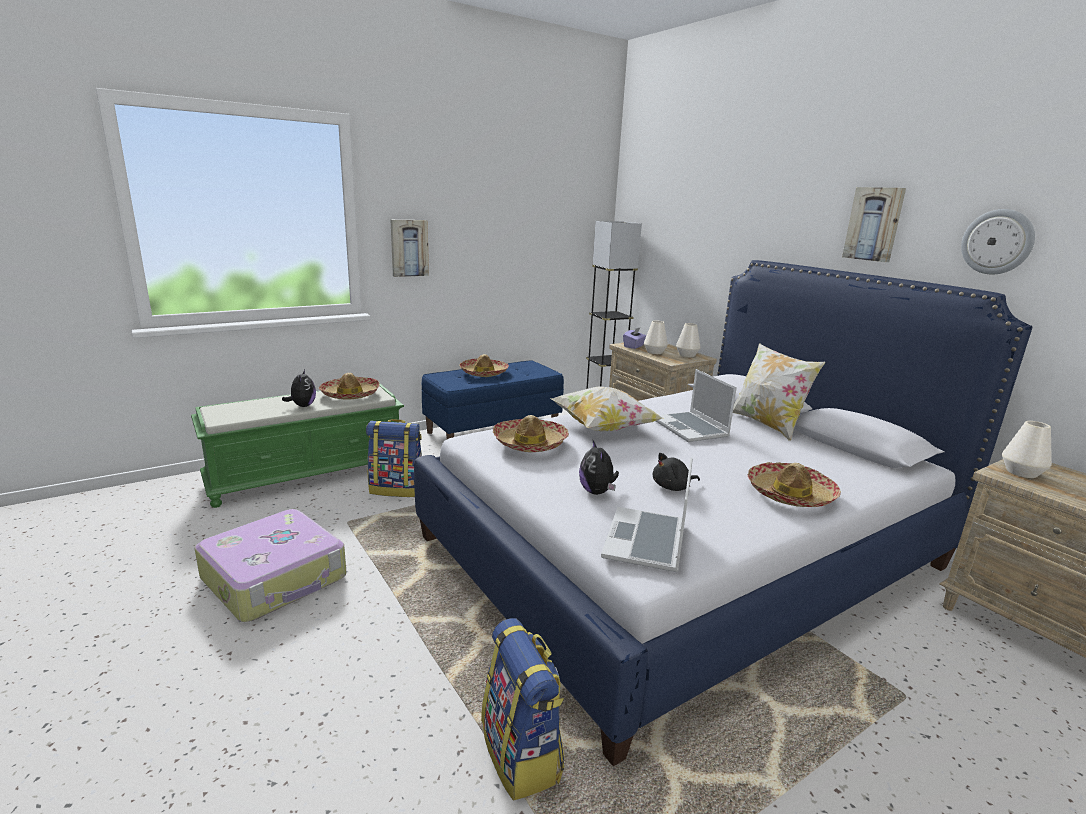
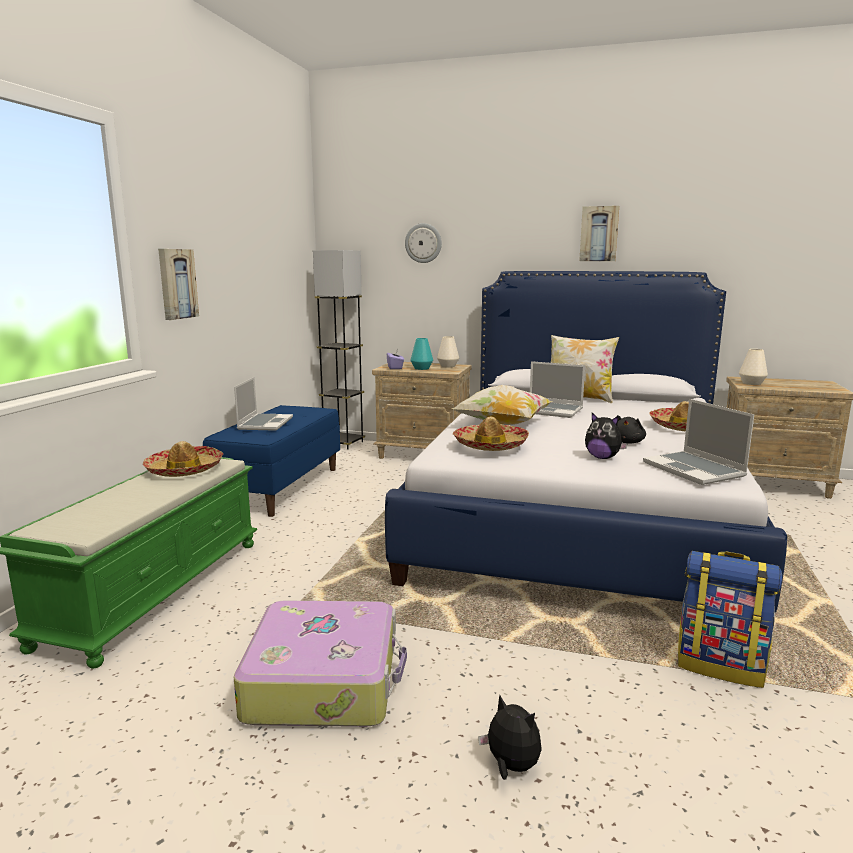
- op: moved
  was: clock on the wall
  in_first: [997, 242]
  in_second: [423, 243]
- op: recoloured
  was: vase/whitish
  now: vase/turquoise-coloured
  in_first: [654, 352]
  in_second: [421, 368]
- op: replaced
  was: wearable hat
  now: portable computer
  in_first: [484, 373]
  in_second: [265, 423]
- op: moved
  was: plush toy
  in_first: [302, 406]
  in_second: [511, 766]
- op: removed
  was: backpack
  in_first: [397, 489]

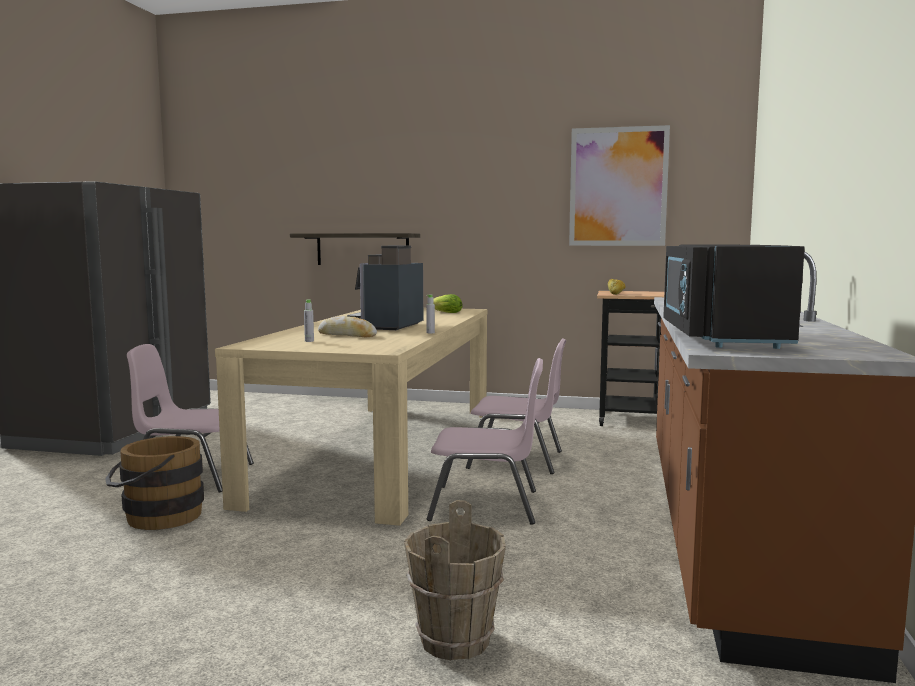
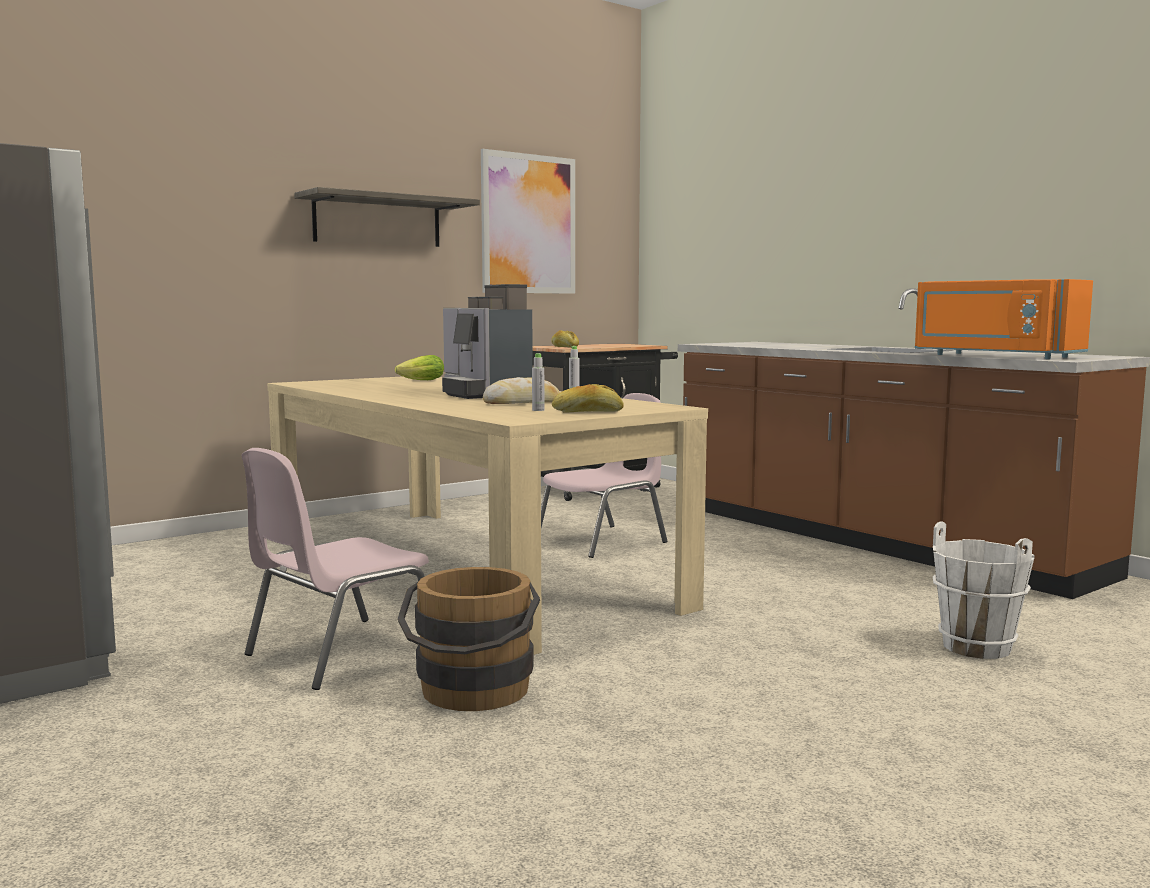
- op: moved
  was: shelf
  in_first: [362, 249]
  in_second: [377, 221]
- op: recoloured
  was: microwave oven/black-coloured
  now: microwave oven/orange
  in_first: [719, 337]
  in_second: [994, 356]
- op: removed
  was: plain chair/pinkish
  in_first: [486, 505]
- op: recoloured
  was: water bucket/brownish
  now: water bucket/whitish
  in_first: [456, 640]
  in_second: [976, 647]
- op: added
  now: baked bread
  in_second: [587, 412]

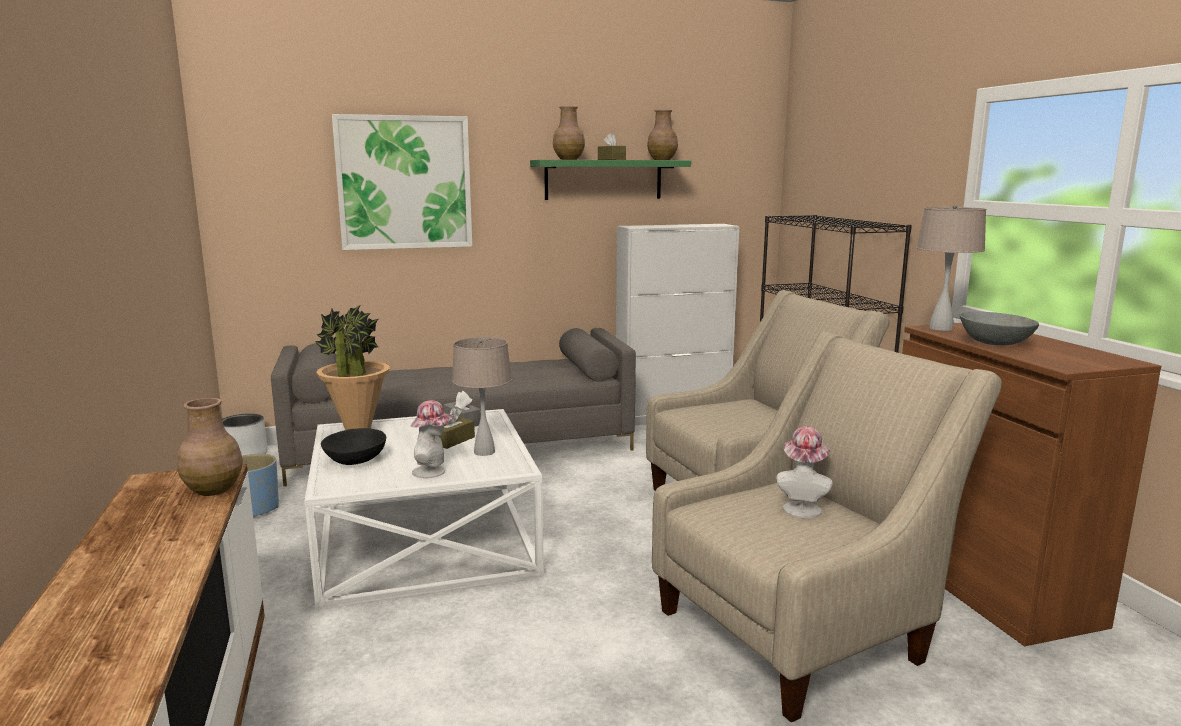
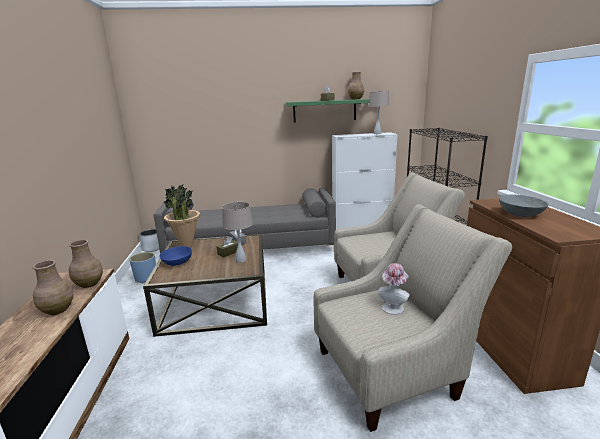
- op: moved
  was: vase/brownish
  in_first: [568, 159]
  in_second: [58, 310]
- op: removed
  was: wall art
  in_first: [404, 183]
- op: moved
  was: lamp for a table/beige-coloured
  in_first: [940, 328]
  in_second: [377, 133]
- op: removed
  was: wearable hat
  in_first: [433, 471]
- op: recoloured
  was: low table/whitish
  now: low table/brownish
  in_first: [425, 540]
  in_second: [217, 300]
- op: recoloured
  was: deep dish/black-coloured
  now: deep dish/blue-coloured
  in_first: [355, 460]
  in_second: [177, 262]

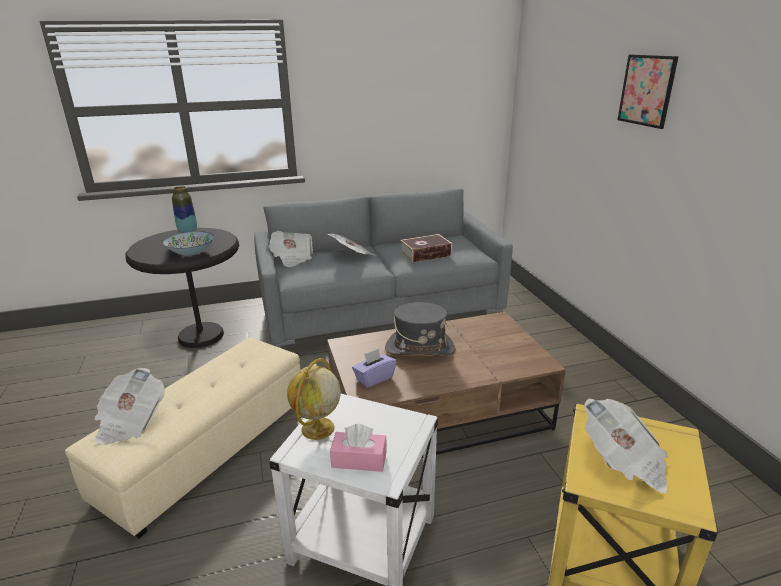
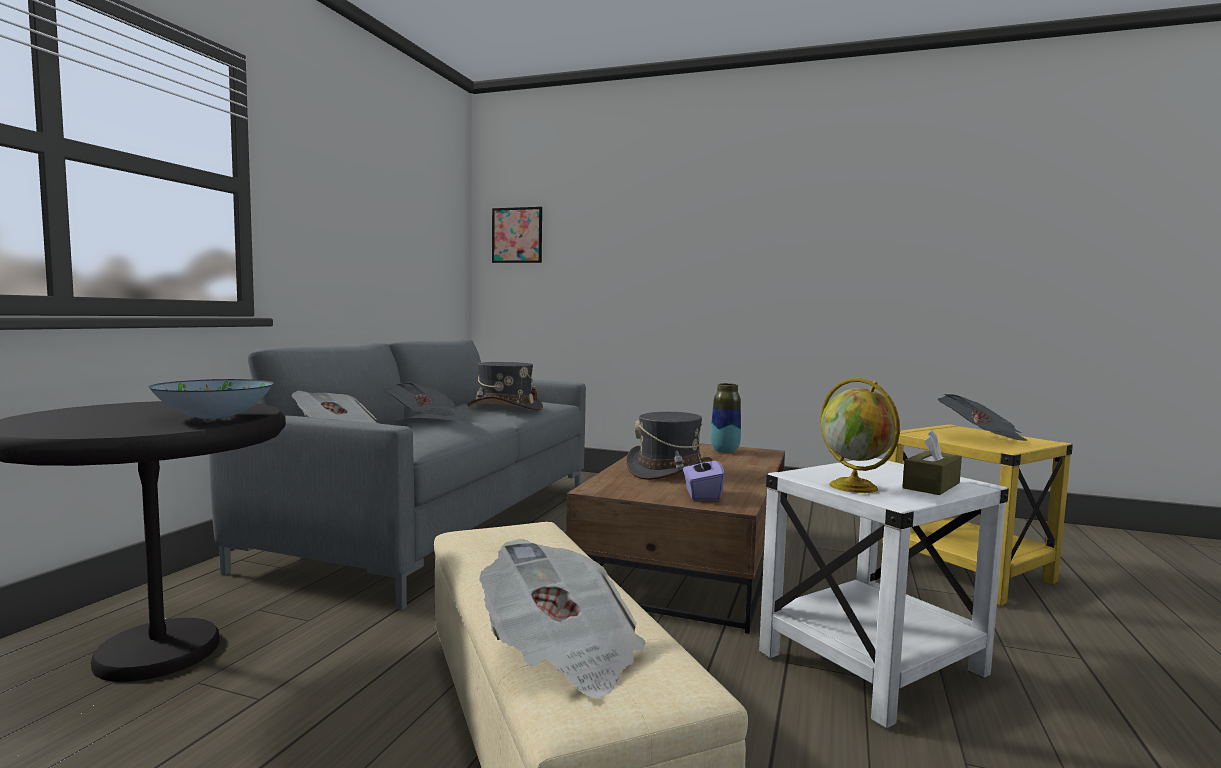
- op: moved
  was: wall art
  in_first: [646, 90]
  in_second: [517, 235]
- op: moved
  was: vase
  in_first: [188, 232]
  in_second: [725, 451]
- op: replaced
  was: bound book
  now: wearable hat/greyish
  in_first: [425, 254]
  in_second: [505, 408]
- op: recoloured
  was: box of tissues/pinkish
  now: box of tissues/brownish
  in_first: [359, 460]
  in_second: [931, 485]

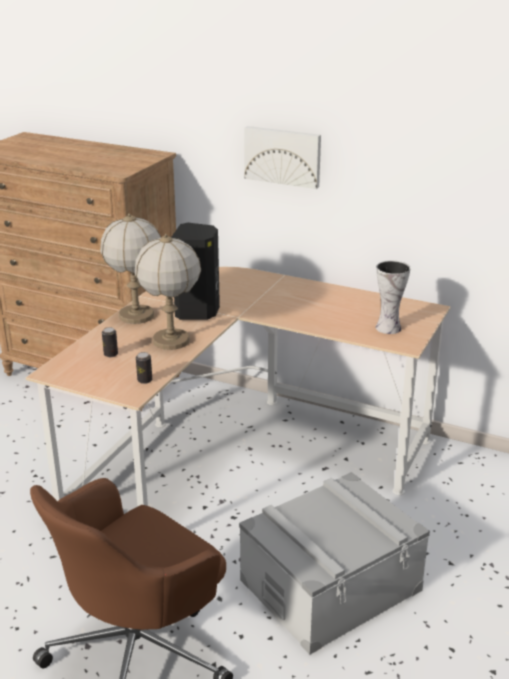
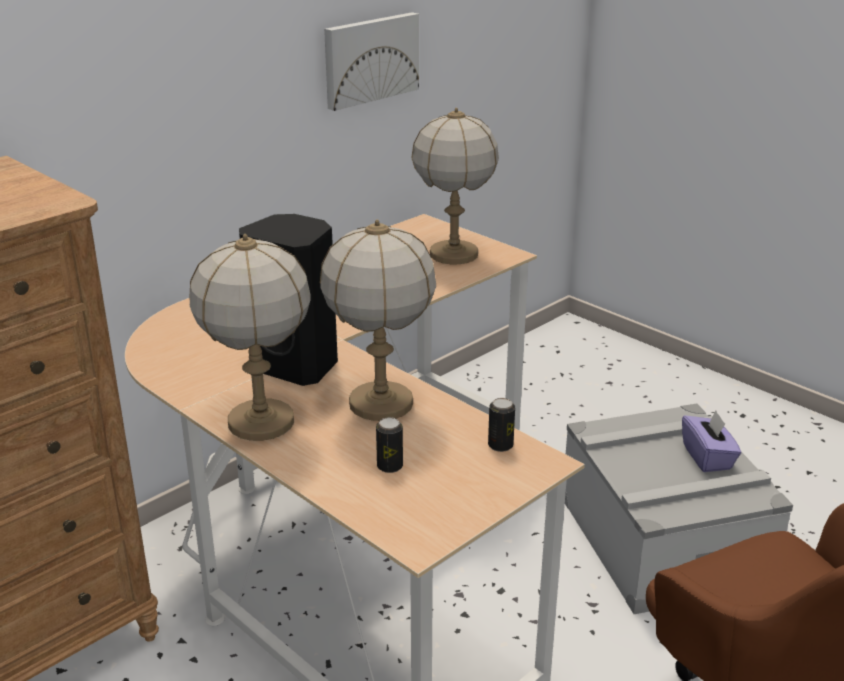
- op: moved
  was: wall art
  in_first: [283, 156]
  in_second: [370, 59]
- op: replaced
  was: vase
  now: lamp for a table
  in_first: [387, 327]
  in_second: [453, 254]
- op: added
  now: box of tissues/purplish
  in_second: [707, 457]

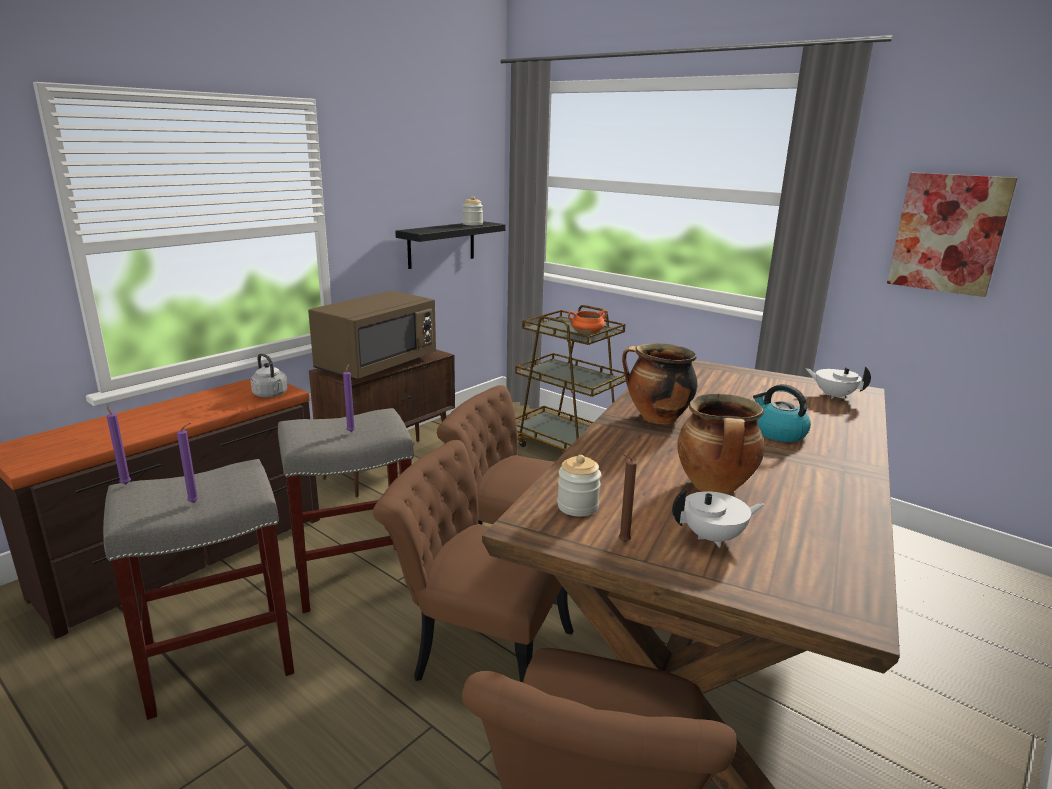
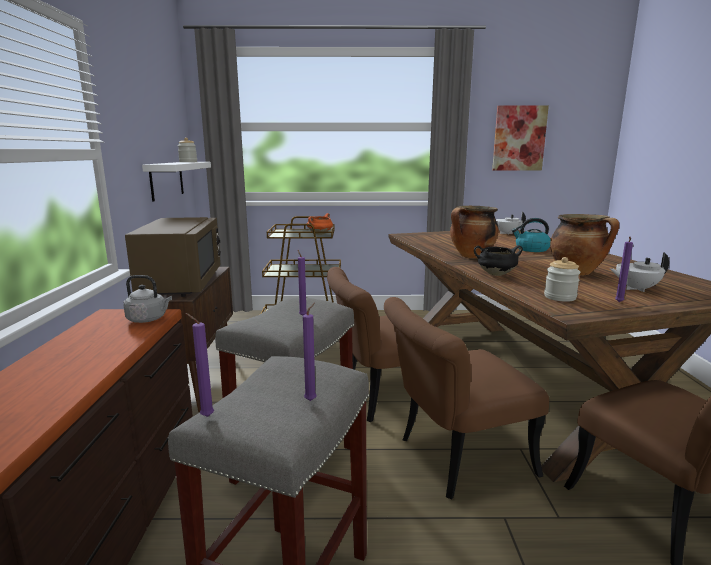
- op: recoloured
  was: shelf/black-coloured
  now: shelf/whitish
  in_first: [441, 244]
  in_second: [166, 180]
- op: recoloured
  was: candle/brownish
  now: candle/purplish
  in_first: [622, 542]
  in_second: [618, 302]
- op: turned
  was: pot for tea/whitish
  in_first: [713, 538]
  in_second: [635, 289]
  clockwise: -135
- op: added
  now: cooking pot/black-coloured
  in_second: [495, 274]

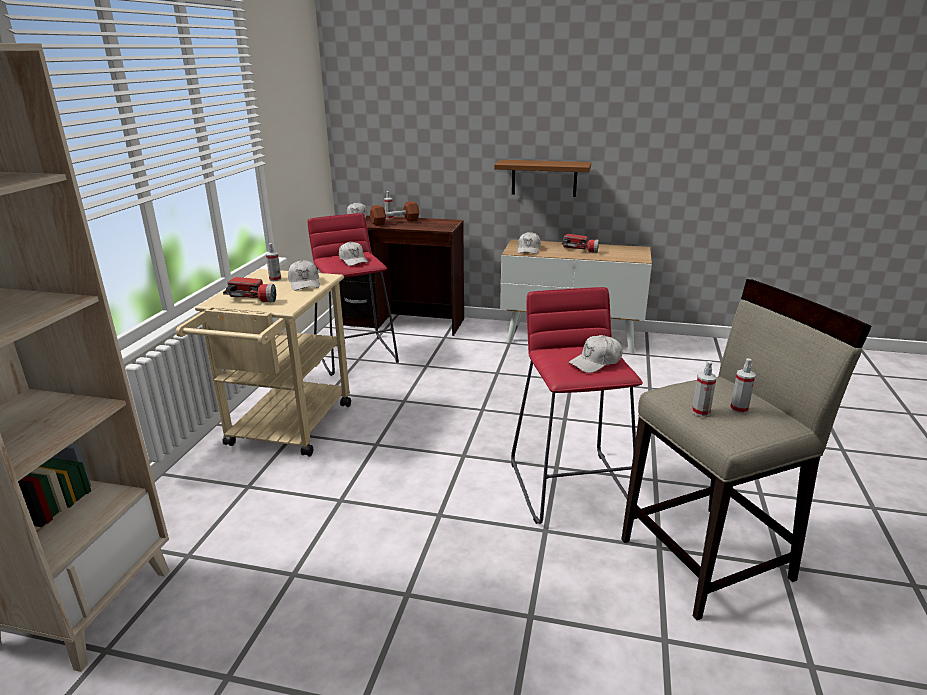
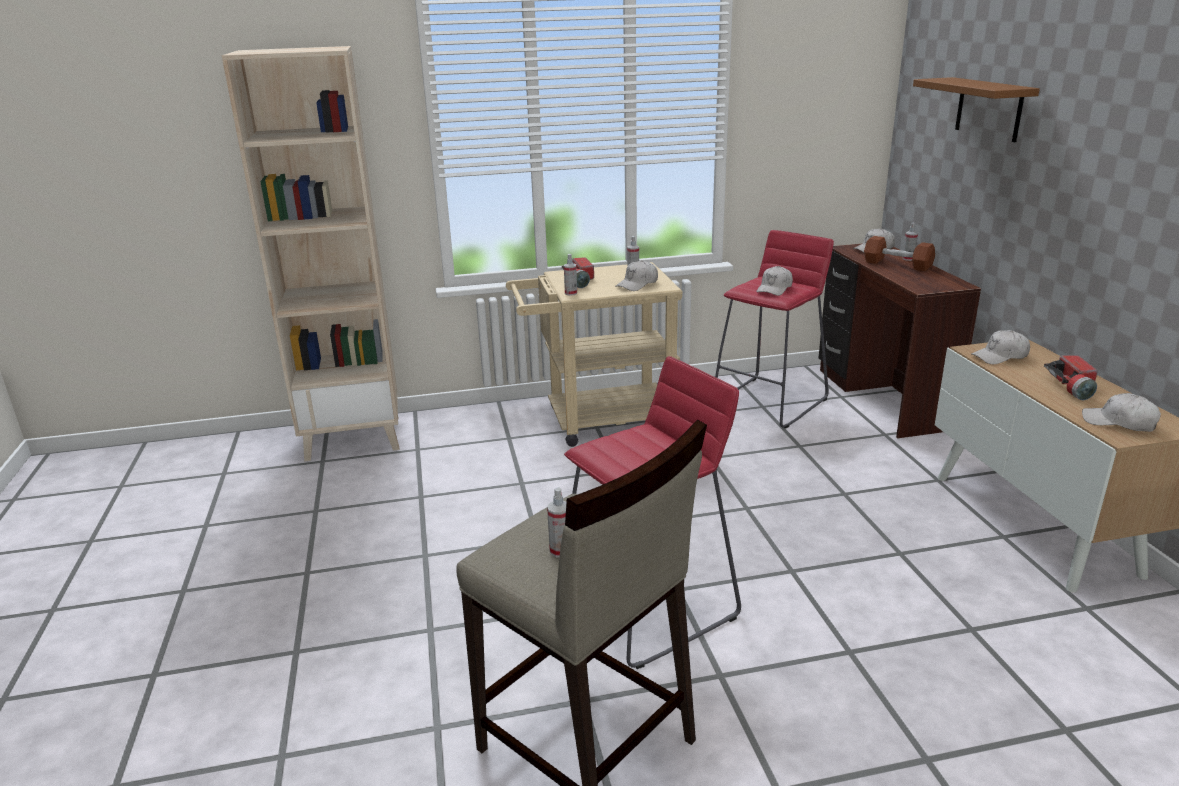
- op: moved
  was: shelf/brownish
  in_first: [544, 178]
  in_second: [989, 109]
- op: moved
  was: peaked cap/whitish
  in_first: [596, 362]
  in_second: [1119, 423]
- op: moved
  was: spray bottle
  in_first: [701, 412]
  in_second: [571, 293]

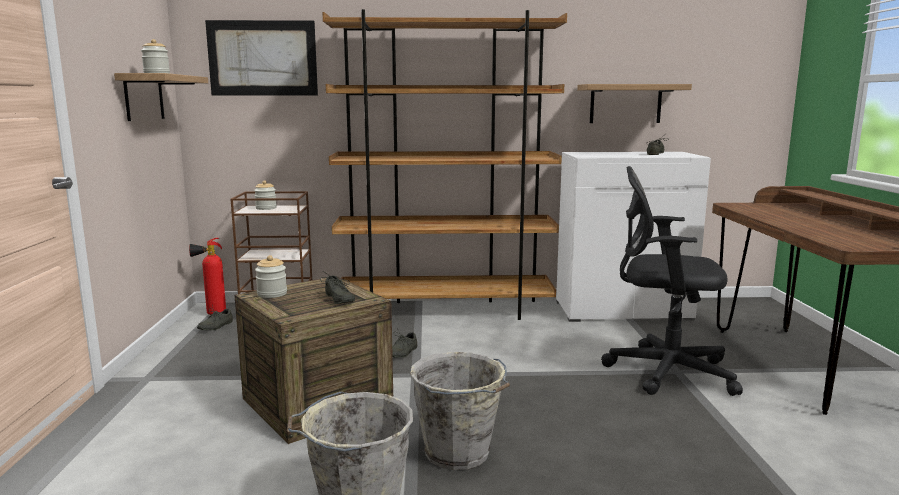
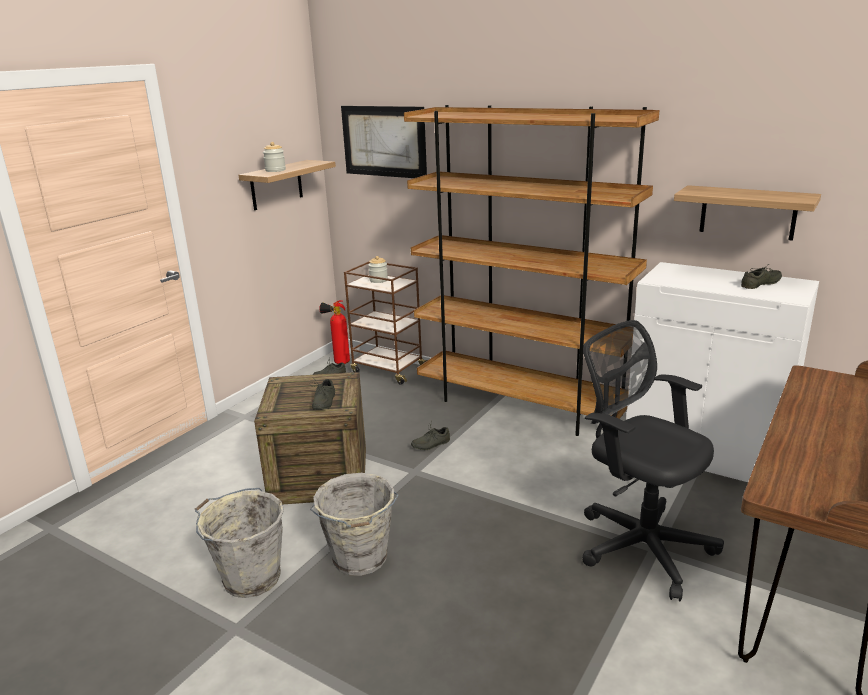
- op: removed
  was: jar
  in_first: [272, 294]

